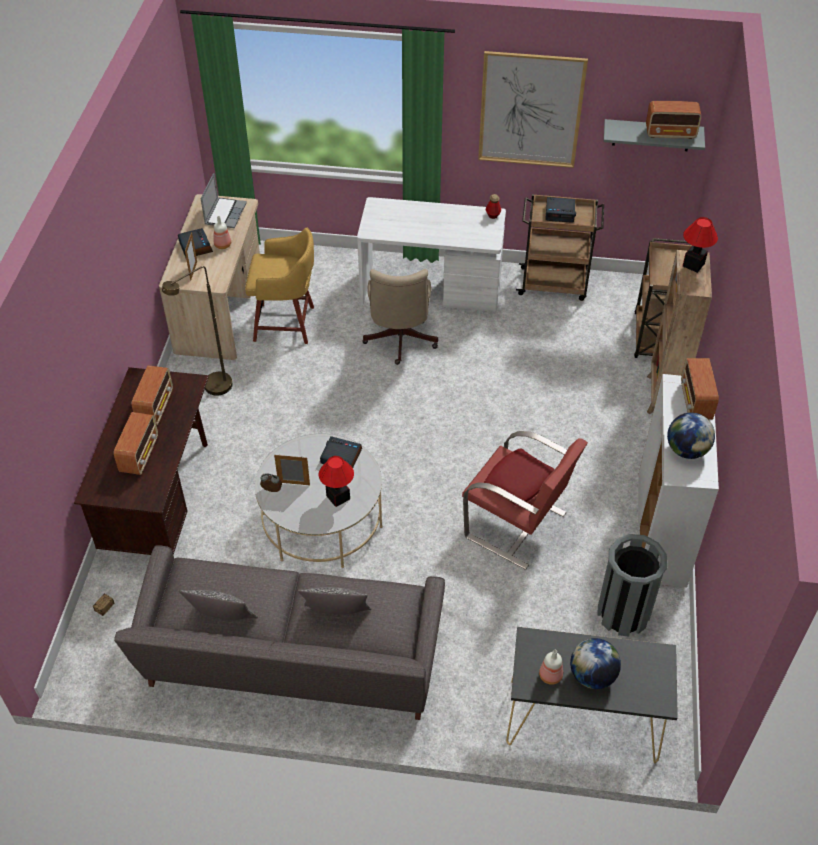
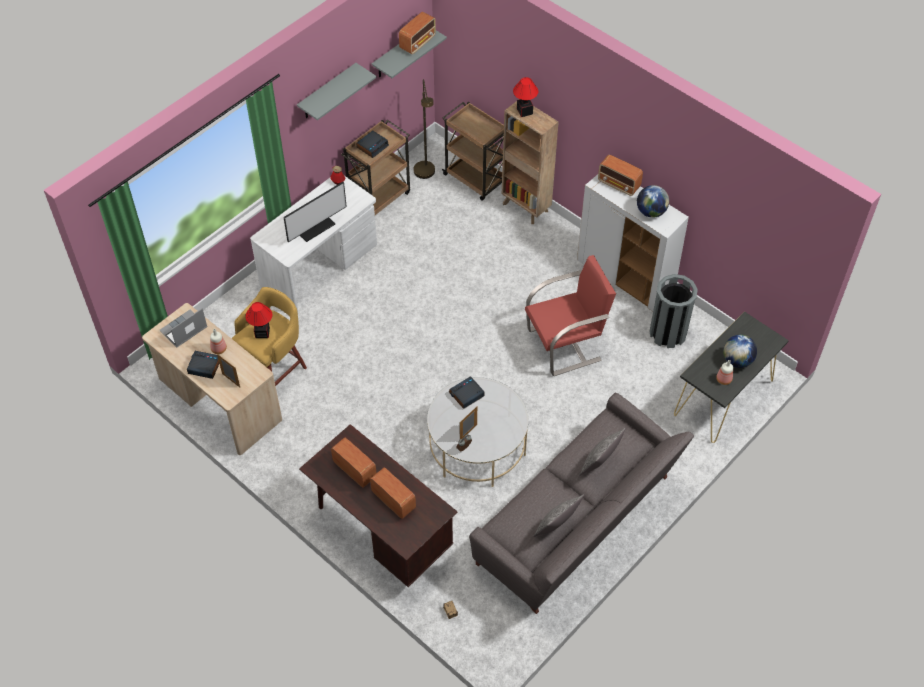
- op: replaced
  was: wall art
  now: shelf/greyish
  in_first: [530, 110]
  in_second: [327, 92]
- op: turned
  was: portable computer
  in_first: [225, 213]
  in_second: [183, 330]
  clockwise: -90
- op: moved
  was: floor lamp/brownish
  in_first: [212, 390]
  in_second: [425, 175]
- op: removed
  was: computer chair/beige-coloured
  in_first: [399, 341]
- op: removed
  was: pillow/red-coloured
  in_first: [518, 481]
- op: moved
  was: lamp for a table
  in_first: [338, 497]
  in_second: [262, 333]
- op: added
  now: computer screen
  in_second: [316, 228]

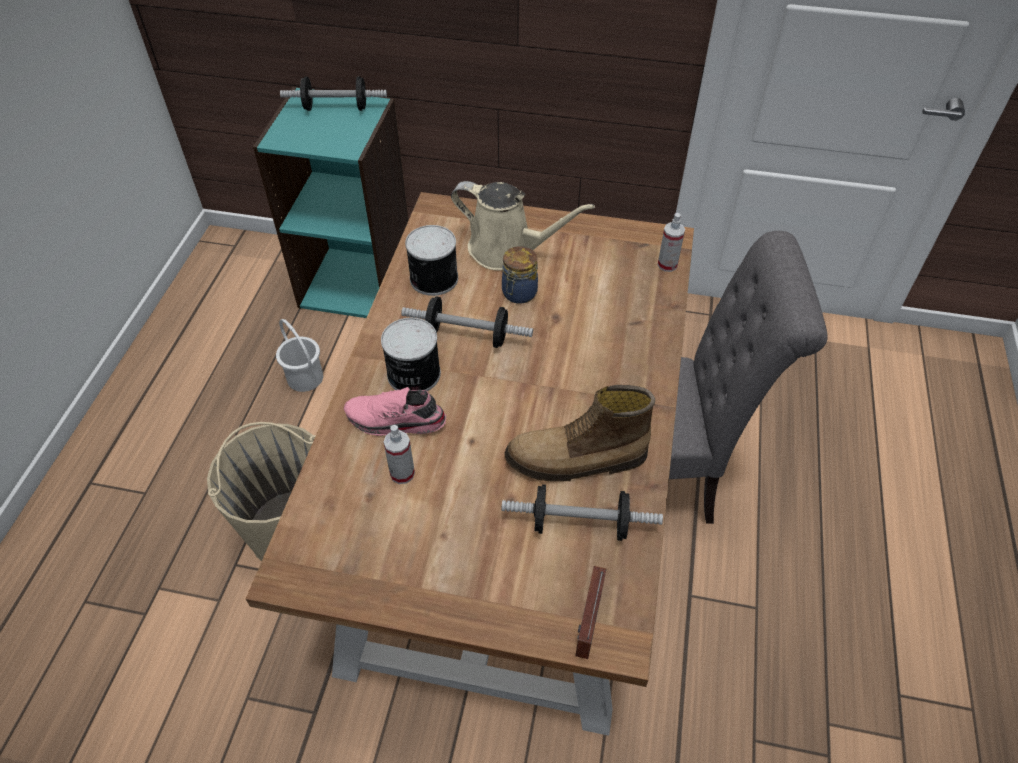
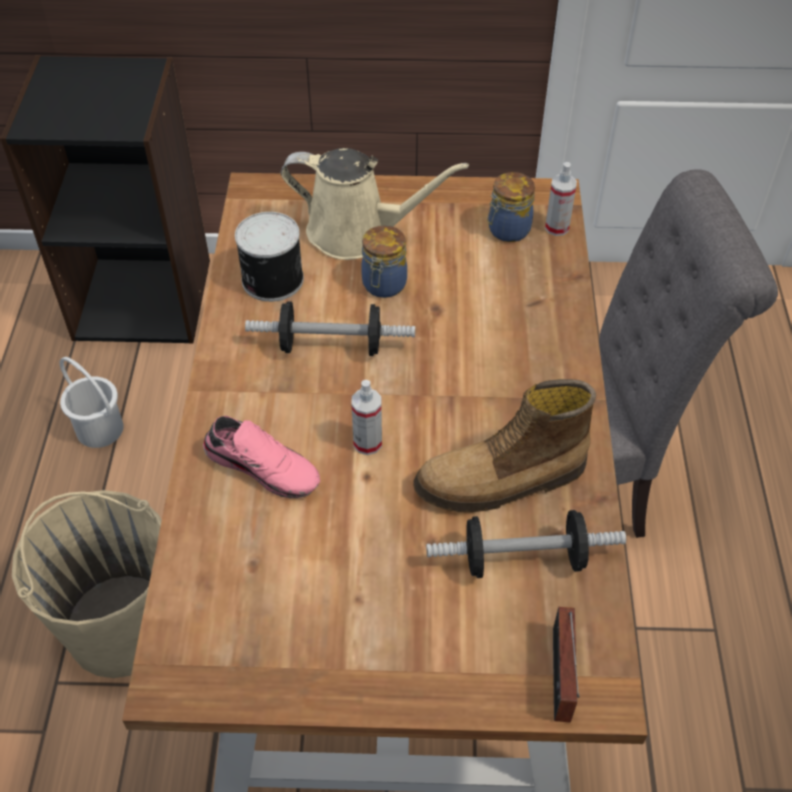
- op: removed
  was: dumbbell
  in_first: [336, 108]
- op: recoloured
  was: shelving unit/turquoise-coloured
  now: shelving unit/black-coloured
  in_first: [357, 282]
  in_second: [143, 298]
- op: removed
  was: metal can
  in_first: [413, 375]
- op: turned
  was: shoe/pinkish
  in_first: [395, 421]
  in_second: [264, 466]
  clockwise: -150
- op: moved
  was: spray bottle
  in_first: [402, 473]
  in_second: [367, 443]
- op: added
  now: jar
  in_second: [507, 230]

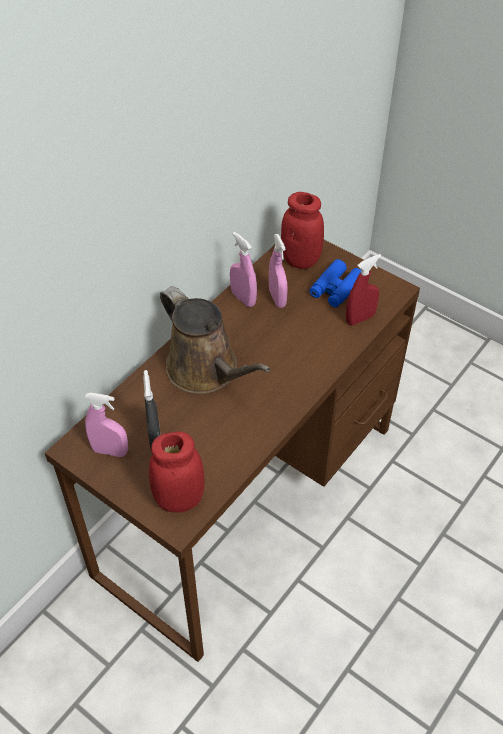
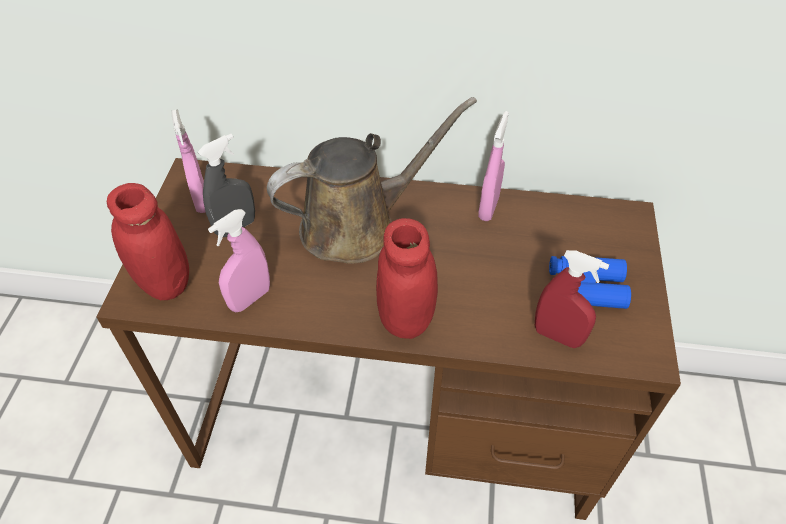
- op: moved
  was: jar/red-coloured
  in_first: [300, 260]
  in_second: [405, 319]
- op: moved
  was: spray bottle/pinkish
  in_first: [277, 298]
  in_second: [250, 298]
- op: turned
  was: watering can/brownish
  in_first: [207, 371]
  in_second: [357, 225]
  clockwise: -135

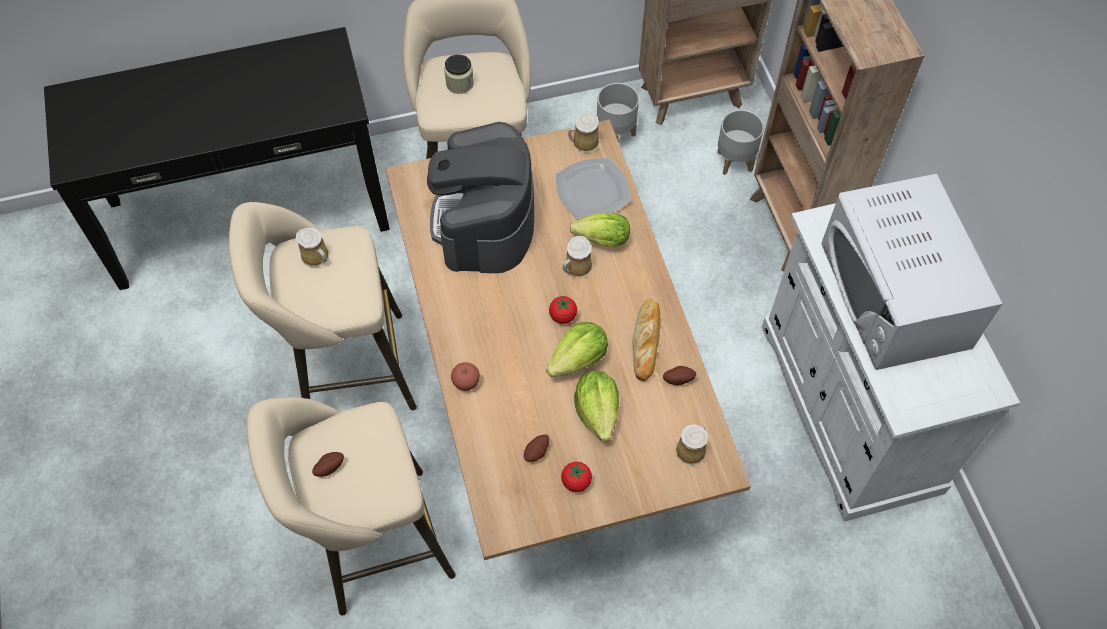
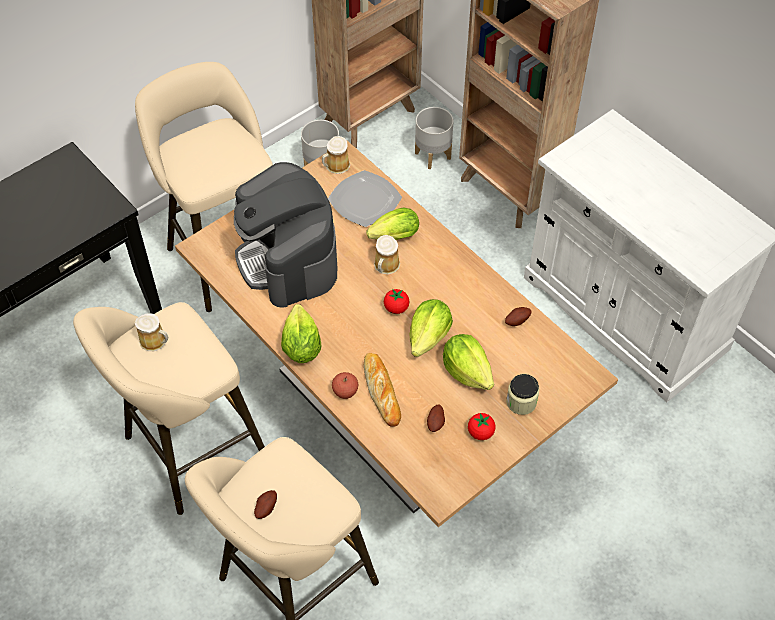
- op: moved
  was: jar
  in_first: [460, 83]
  in_second: [521, 402]
- op: removed
  was: microwave oven/whitish
  in_first: [895, 294]
- op: moved
  was: baked bread
  in_first: [646, 341]
  in_second: [382, 391]
- op: removed
  was: tea mug
  in_first: [691, 449]
- op: added
  now: lettuce head
  in_second: [301, 347]

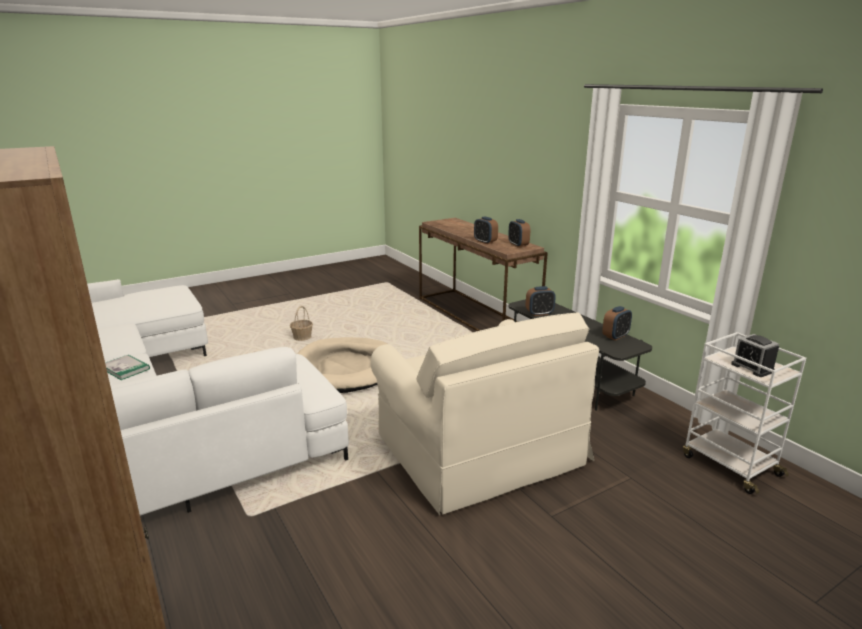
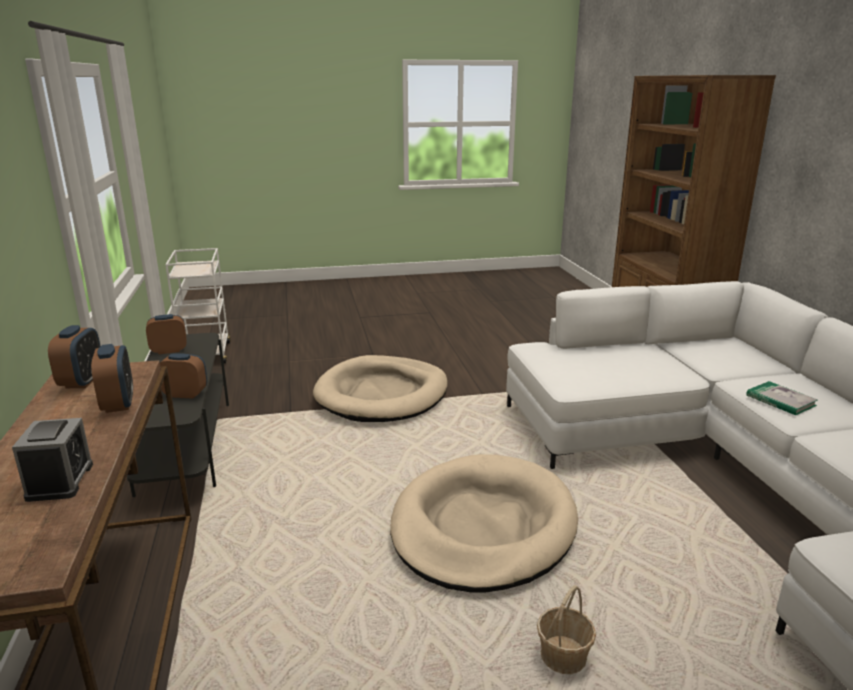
- op: replaced
  was: easy chair/beige-coloured
  now: dog cushion/beige-coloured
  in_first: [479, 450]
  in_second: [382, 394]
- op: moved
  was: table clock
  in_first: [752, 368]
  in_second: [60, 481]

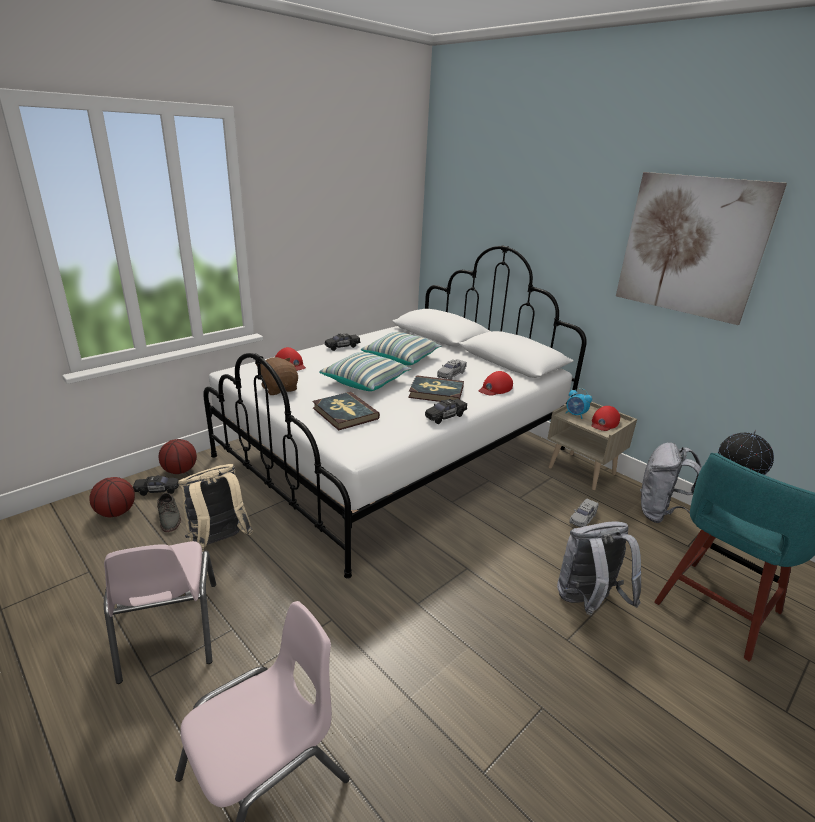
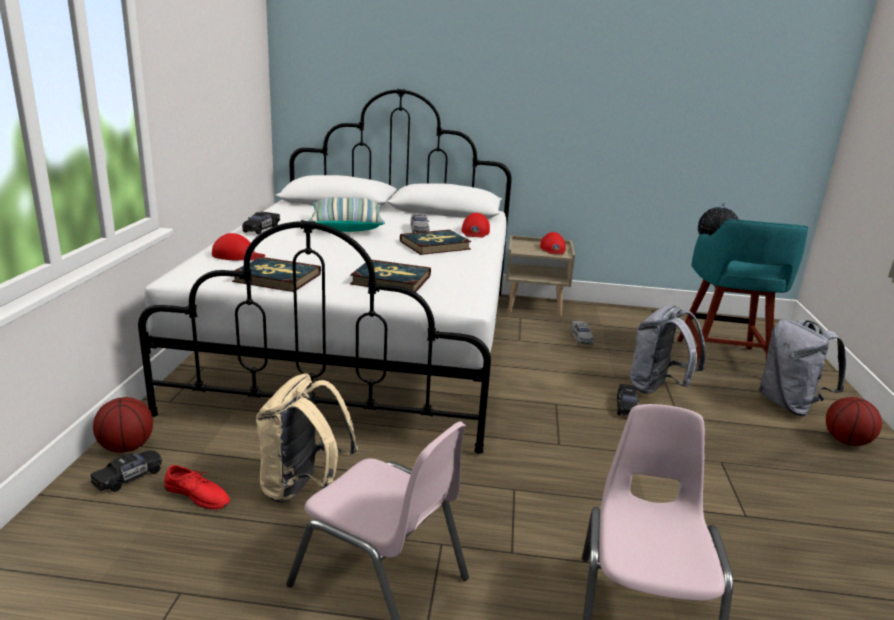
- op: removed
  was: wall art
  in_first: [691, 246]
- op: removed
  was: pillow
  in_first: [366, 382]
- op: replaced
  was: plush toy/brownish
  now: bound book
  in_first: [279, 389]
  in_second: [277, 278]
- op: removed
  was: table clock
  in_first: [575, 415]
- op: moved
  was: miniature car/black-coloured
  in_first: [445, 416]
  in_second: [626, 407]
- op: moved
  was: backpack/greyish
  in_first: [661, 514]
  in_second: [789, 405]
- op: moved
  was: basketball ball
  in_first: [116, 513]
  in_second: [847, 441]
- op: recoloured
  was: shoe/greyish
  now: shoe/red-coloured
  in_first: [169, 517]
  in_second: [197, 494]

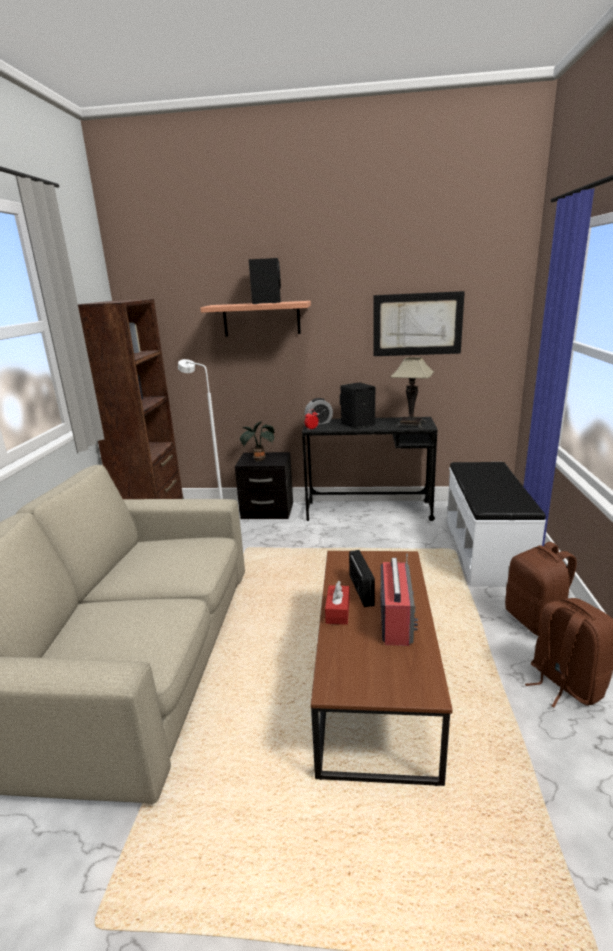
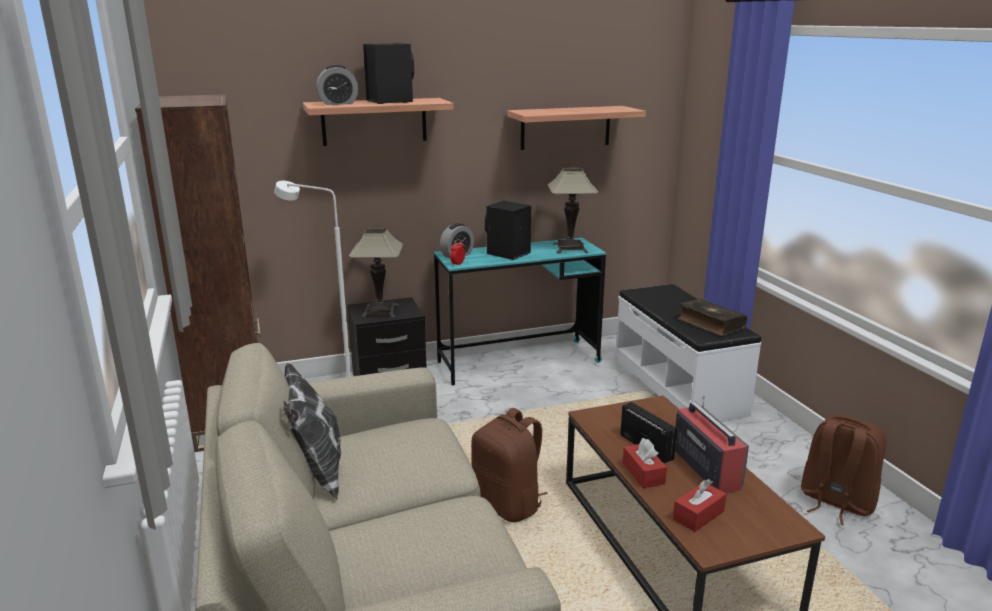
- op: replaced
  was: wall art
  now: shelf
  in_first: [417, 324]
  in_second: [565, 127]
- op: recoloured
  was: desk unit/black-coloured
  now: desk unit/turquoise-coloured
  in_first: [368, 511]
  in_second: [518, 362]
- op: replaced
  was: houseplant
  now: lamp for a table
  in_first: [259, 459]
  in_second: [380, 311]
- op: moved
  was: backpack/brownish
  in_first: [536, 621]
  in_second: [508, 504]
- op: added
  now: table clock
  in_second: [338, 103]
- op: added
  now: bound book
  in_second: [710, 324]
- op: added
  now: pillow
  in_second: [315, 474]
- op: added
  now: box of tissues/red-coloured
  in_second: [698, 515]

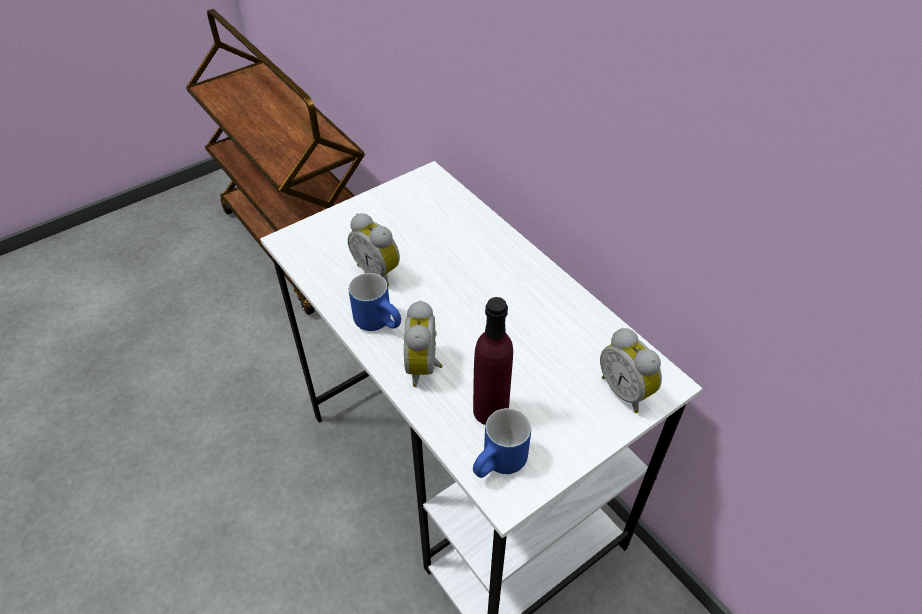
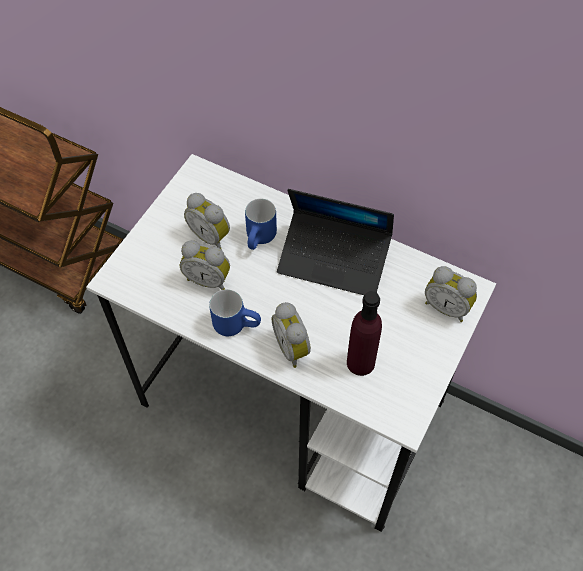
- op: moved
  was: tea mug/blue-coloured
  in_first: [501, 466]
  in_second: [261, 240]
- op: added
  now: portable computer
  in_second: [334, 260]
- op: added
  now: table clock
  in_second: [211, 236]

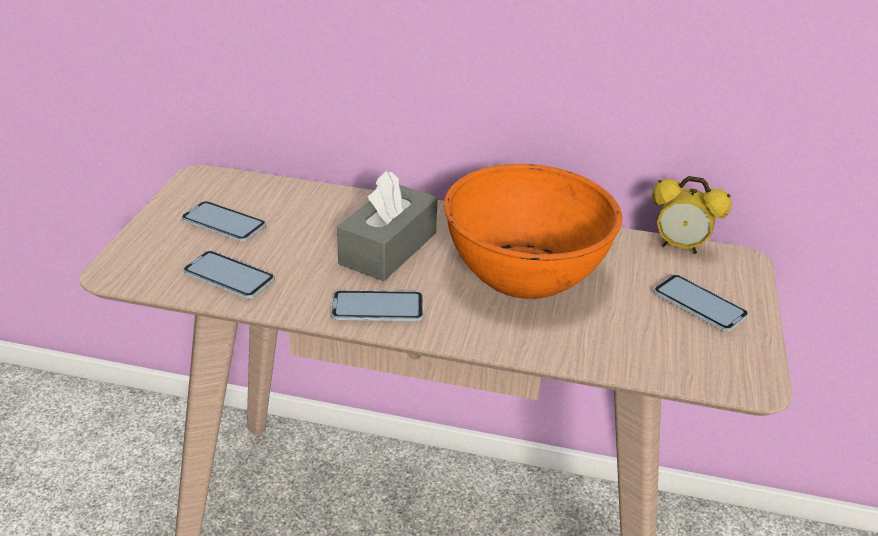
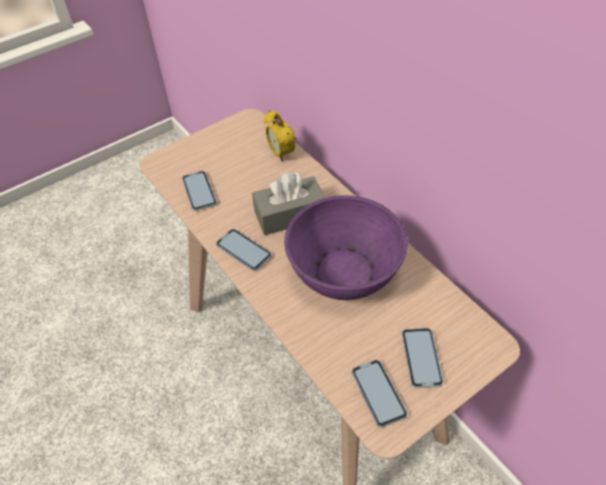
- op: recoloured
  was: deep dish/orange
  now: deep dish/purplish
  in_first: [524, 271]
  in_second: [344, 272]
- op: moved
  was: table clock
  in_first: [679, 247]
  in_second: [281, 154]
- op: moved
  was: telephone
  in_first: [224, 223]
  in_second: [378, 393]

